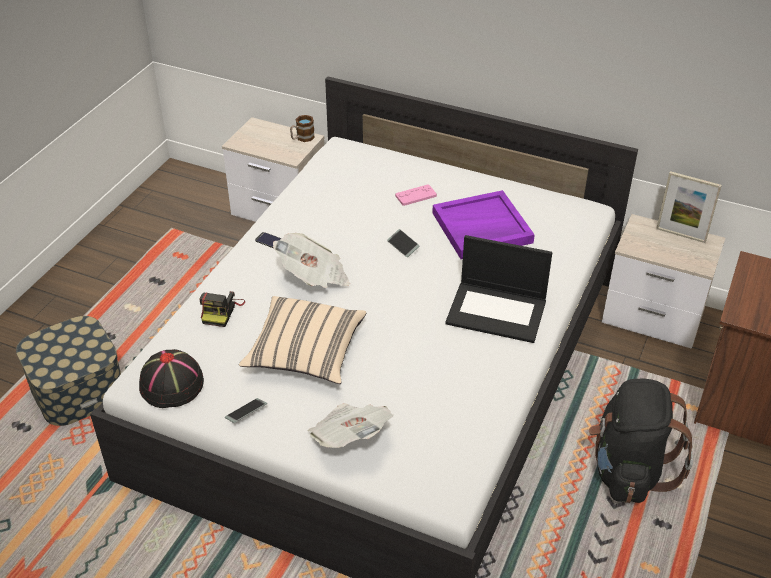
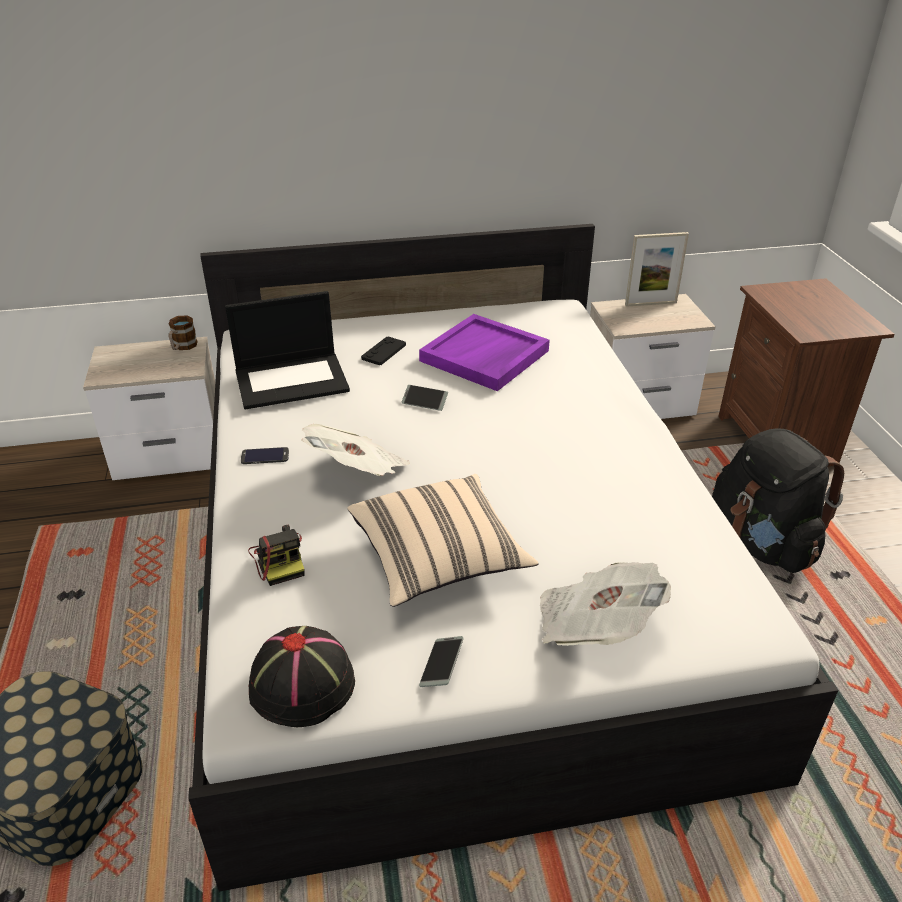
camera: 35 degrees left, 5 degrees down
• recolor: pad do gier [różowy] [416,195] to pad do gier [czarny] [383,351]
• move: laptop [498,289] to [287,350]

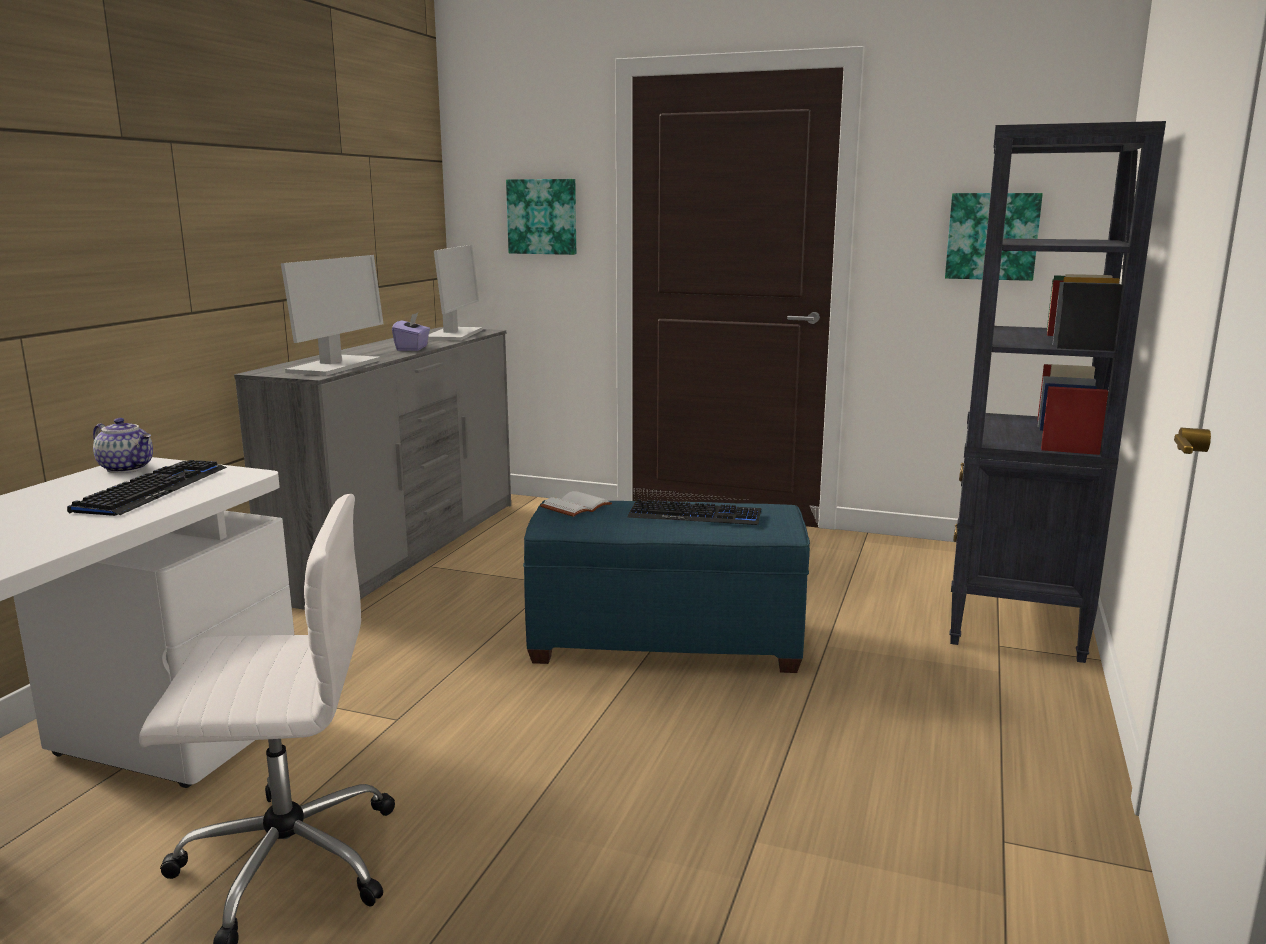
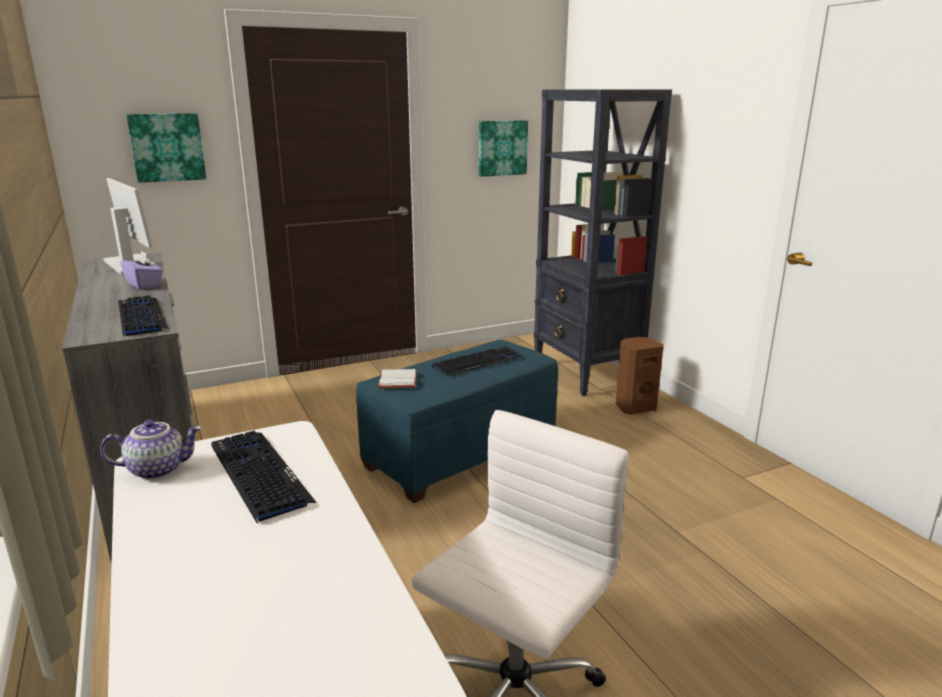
camera: 45 degrees left, 5 degrees up
• replace: monitor [332,315] to klawiatura [143,315]
• insert: głośnik [brązowy] [640,376]

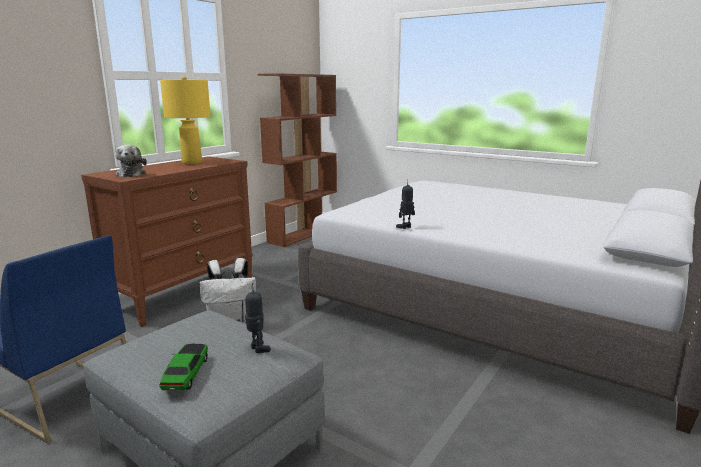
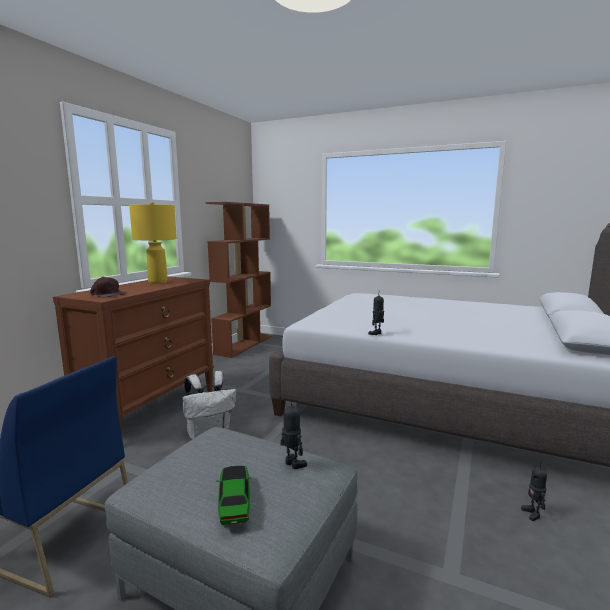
camera: 10 degrees left, 5 degrees down
• replace: pluszak [131,161] to czapka z daszkiem [brązowy] [107,287]
• insert: robot zabawkowy [534,492]

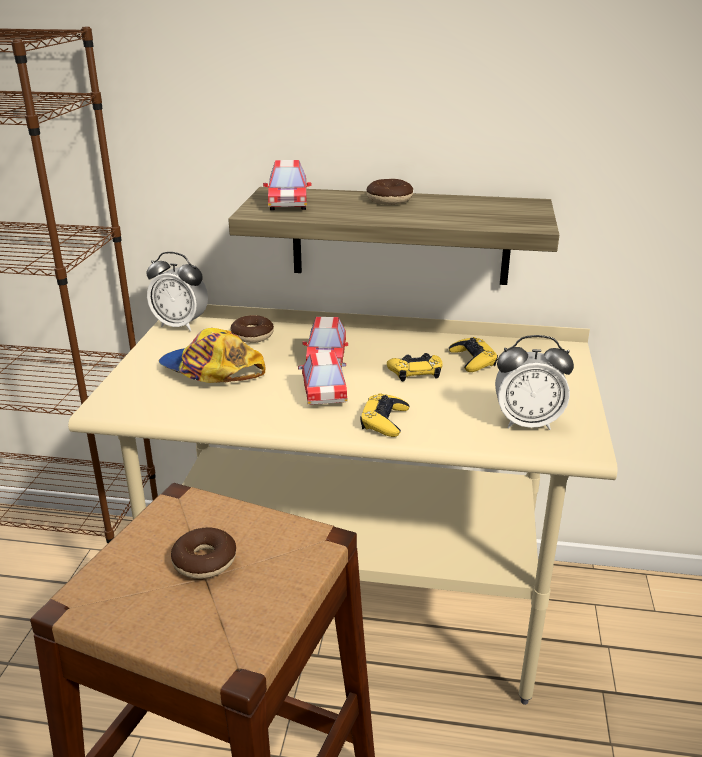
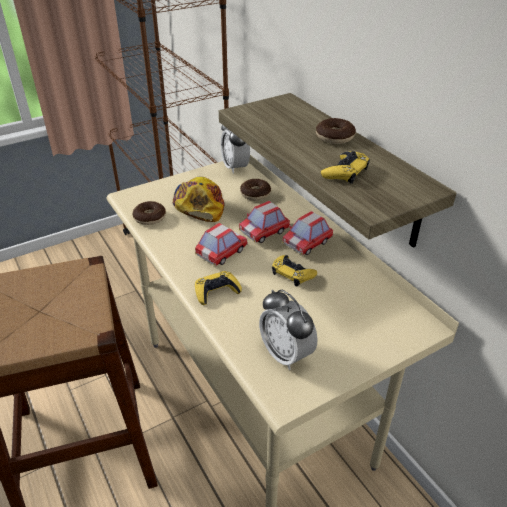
camera: 50 degrees right, 10 degrees up
• move: donut [203,553] to [149,213]
• move: samochodzik [287,185] to [307,233]
• move: pad do gier [żółty] [473,354] to [345,167]

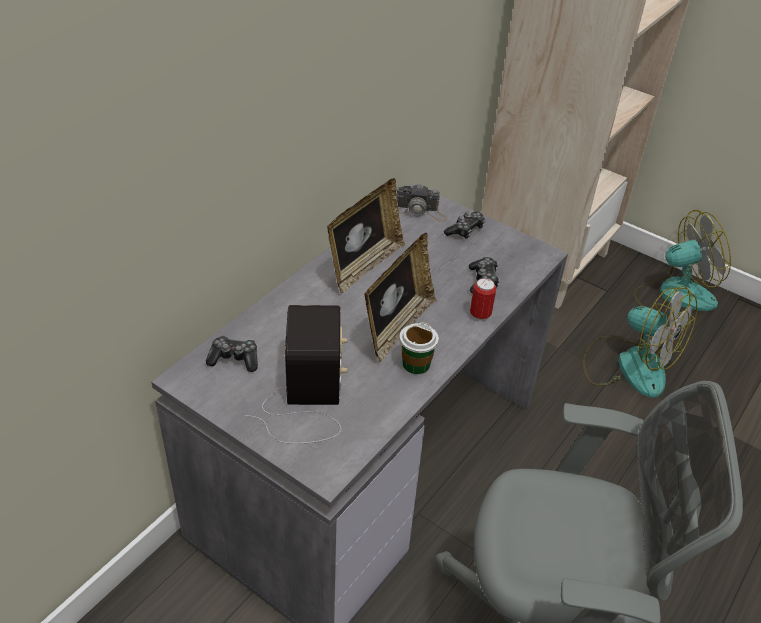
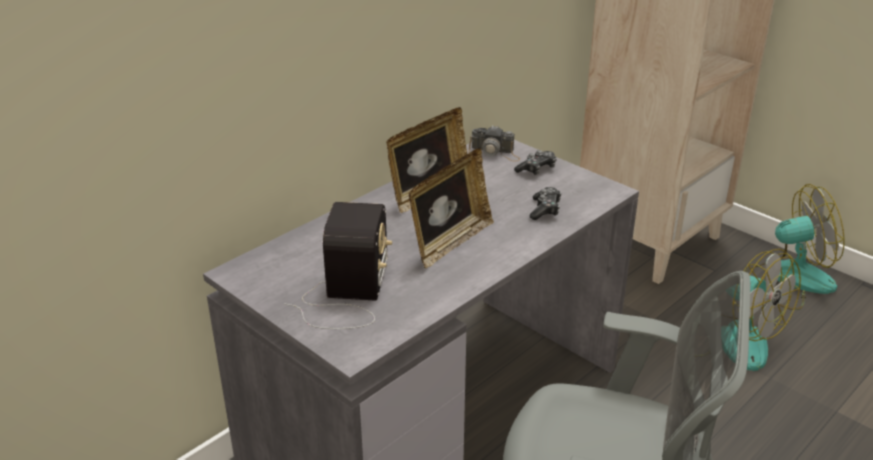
camera: 10 degrees right, 10 degrees down
• delete: pad do gier [232,354]
• delete: filiżanka [419,348]
• delete: puszka [483,299]

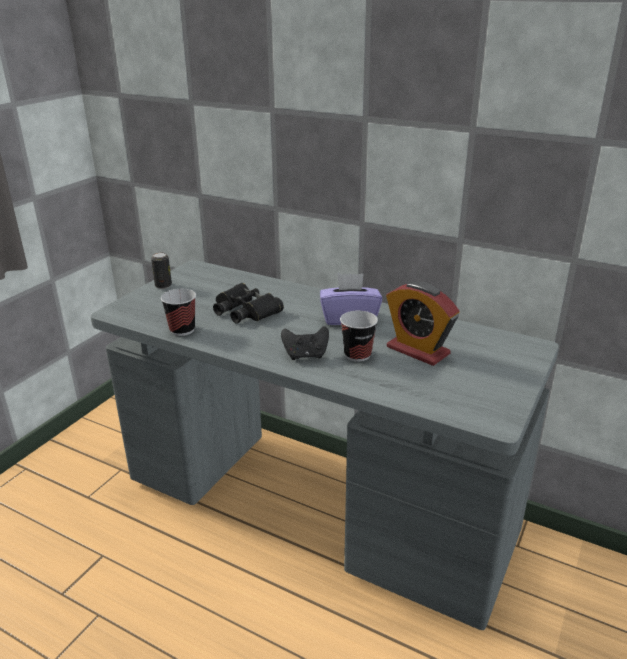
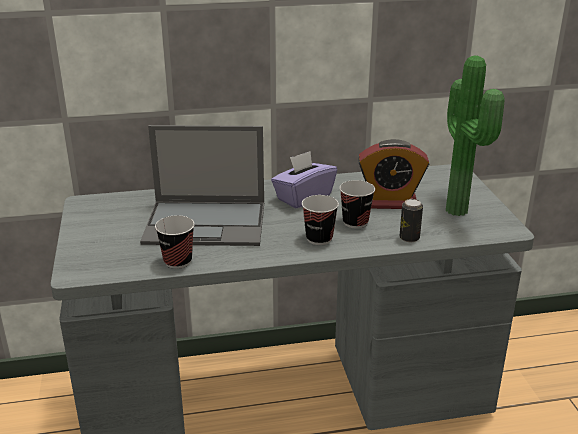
camera: 40 degrees left, 0 degrees up
• move: puszka [161,270] to [411,220]
• replace: lornetka [czarny] [248,303] to laptop [202,185]
• replace: pad do gier [czarny] [305,343] to filiżanka [320,220]
• insert: roślina doniczkowa [475,135]

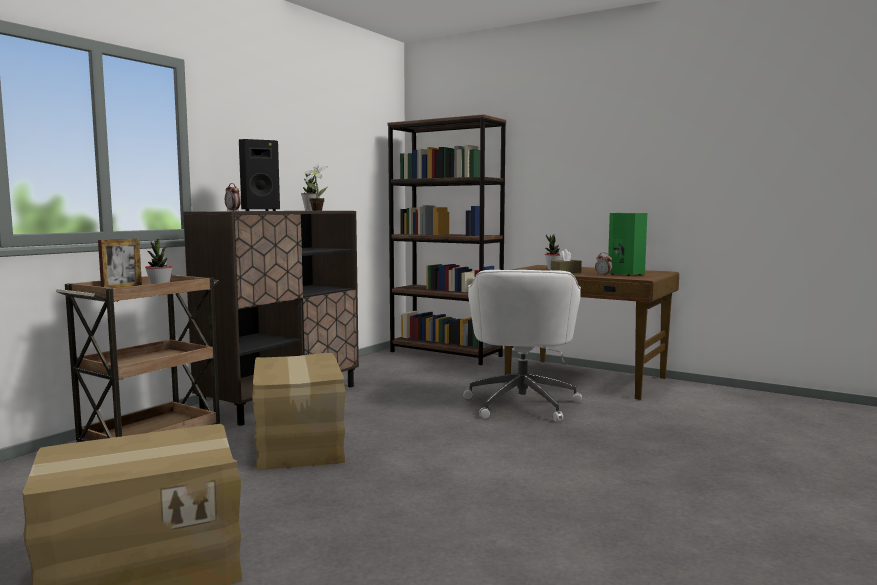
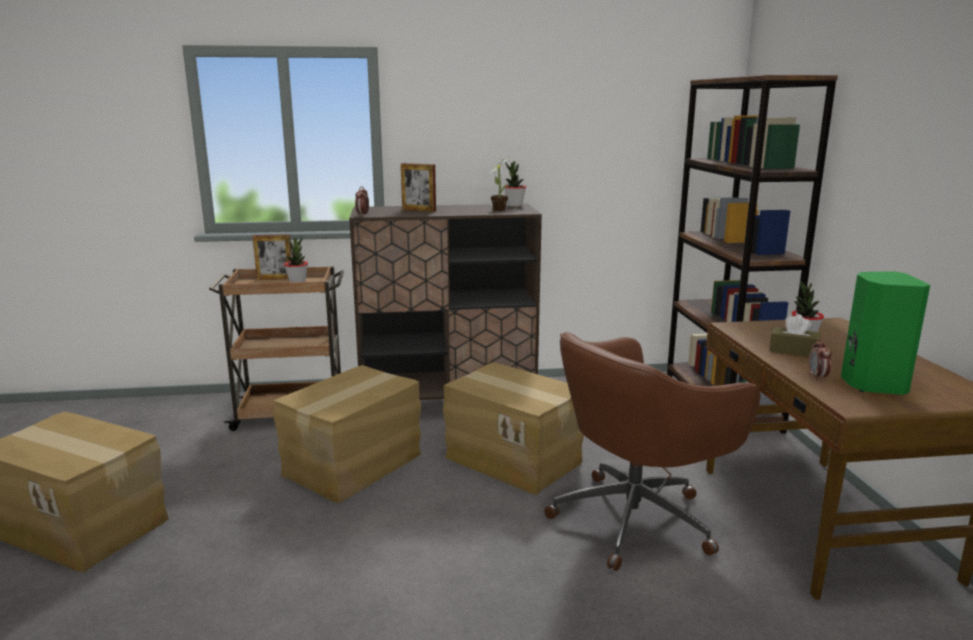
camera: 50 degrees right, 10 degrees up
• replace: głośnik [czarny] [259,175] to ramka na zdjęcie [418,187]
• recolor: krzesło biurowe [biały] [522,346] to krzesło biurowe [brązowy] [652,451]
• insert: karton [513,428]

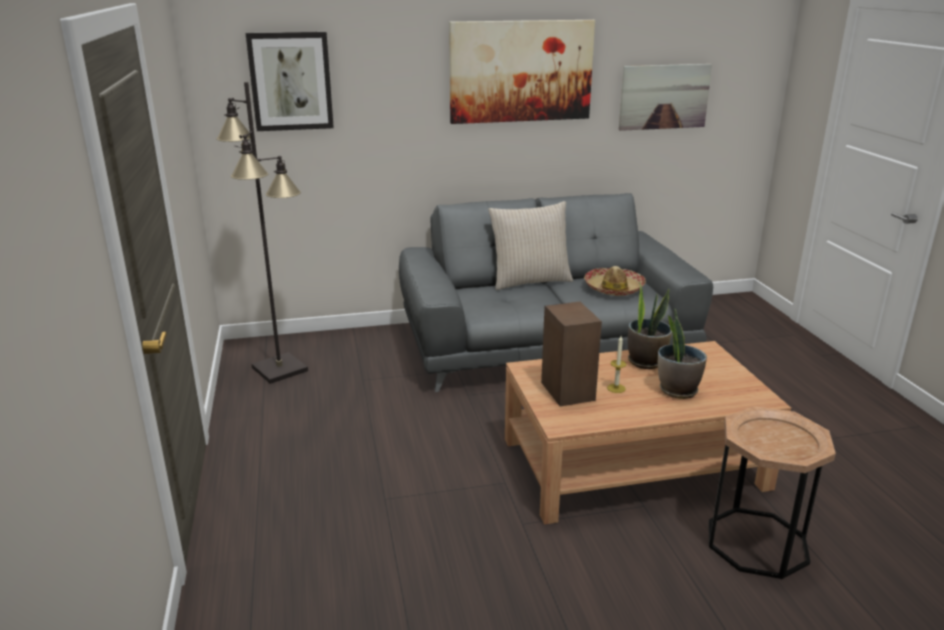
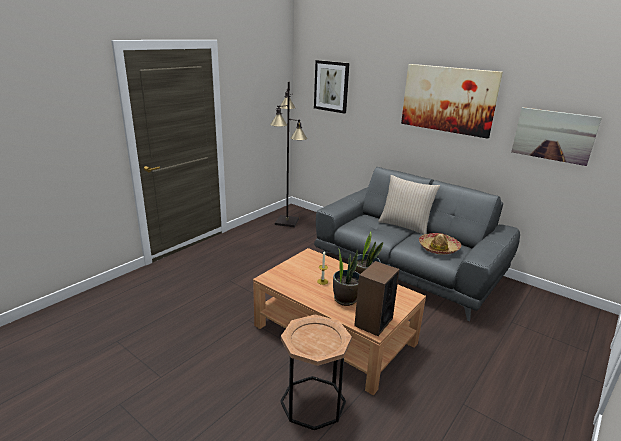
camera: 50 degrees right, 0 degrees up
• move: głośnik [571,354] to [377,298]

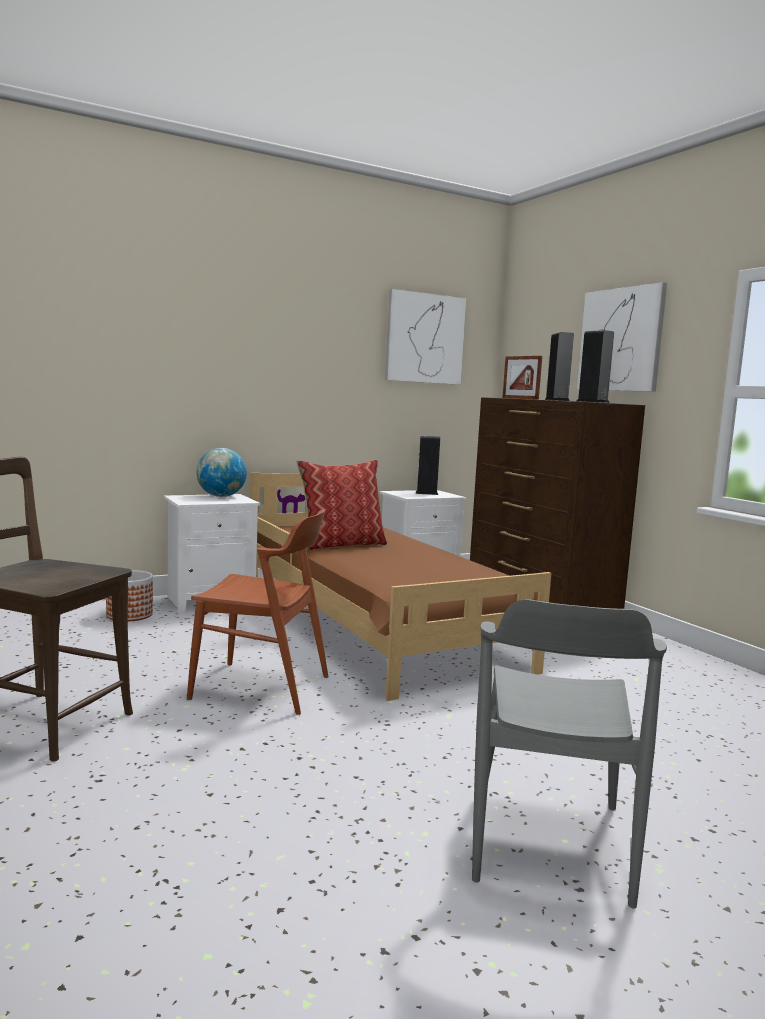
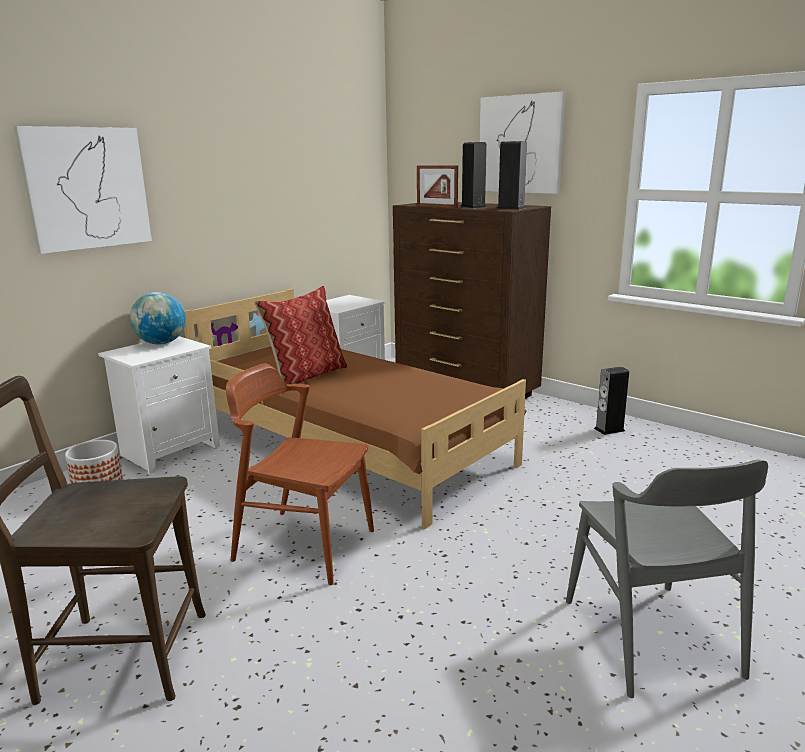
camera: 20 degrees left, 10 degrees up
• rotate: krzesło [brązowy] [257,612] = [300,474] 150 degrees counterclockwise
• move: obraz [425,337] to [83,190]
• move: głośnik [428,465] to [611,401]

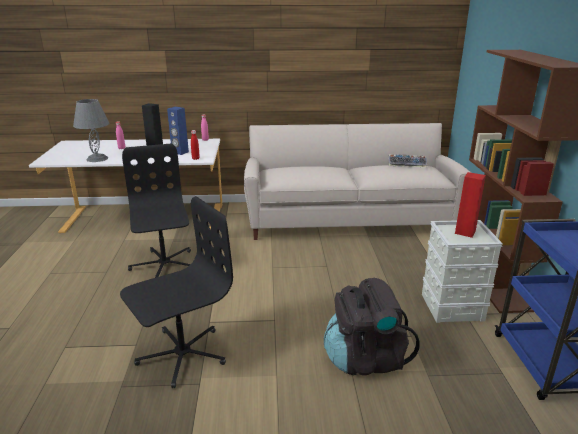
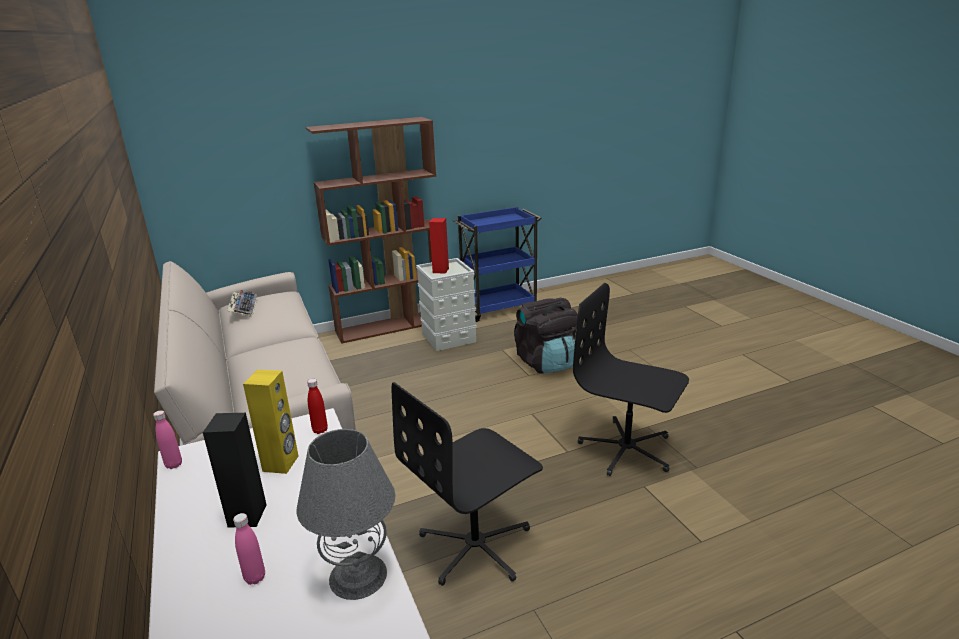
camera: 110 degrees left, 0 degrees up
• recolor: głośnik [niebieski] [178,131] to głośnik [żółty] [270,422]

